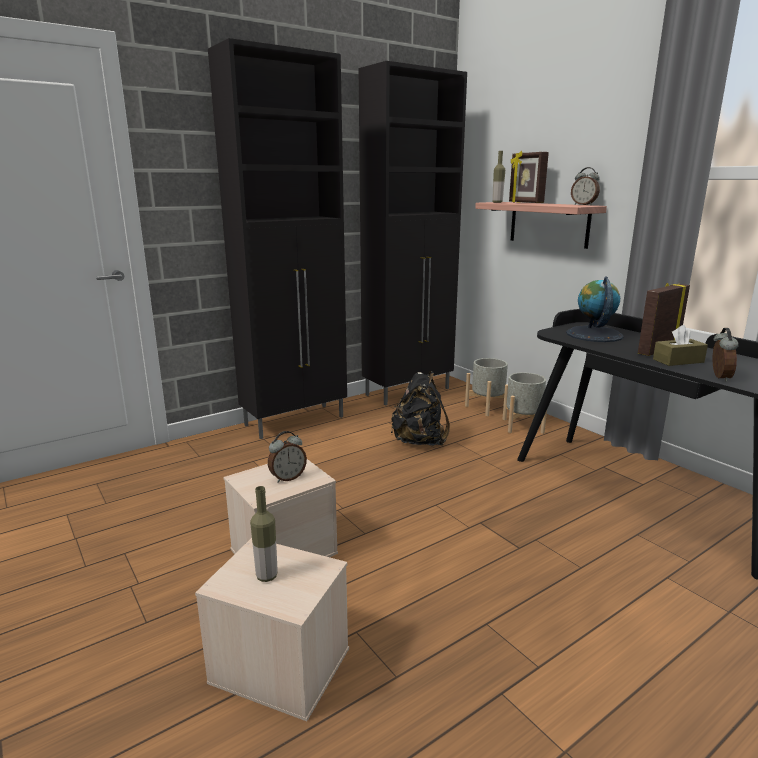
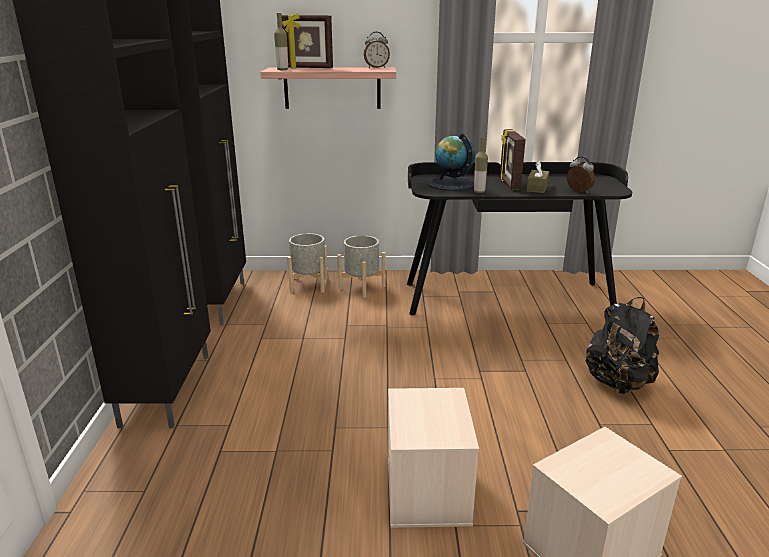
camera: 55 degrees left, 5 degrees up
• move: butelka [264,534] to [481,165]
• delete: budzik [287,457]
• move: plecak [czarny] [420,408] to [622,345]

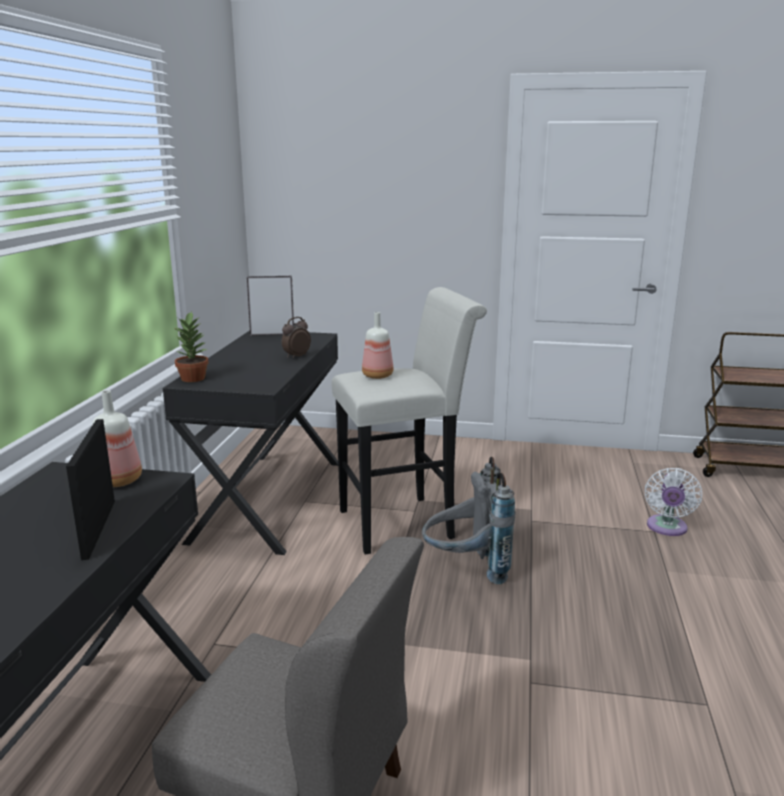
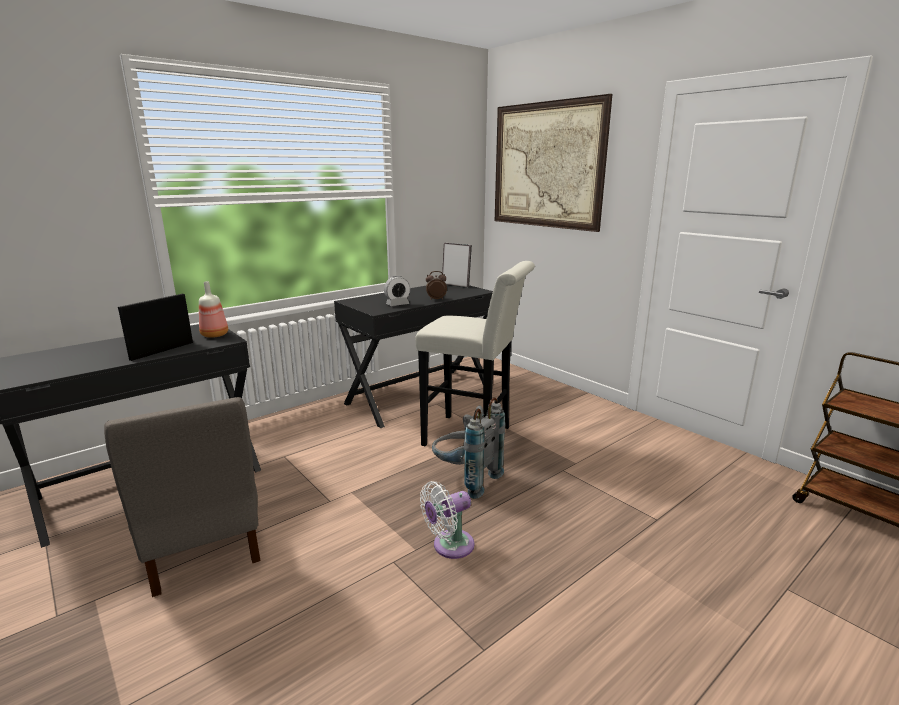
camera: 40 degrees right, 0 degrees up
• delete: roślina doniczkowa [191,346]
• delete: butelka [377,345]
• move: wentylator [biały] [673,502] to [447,520]
• insert: budzik [397,291]
• insert: obraz [554,163]

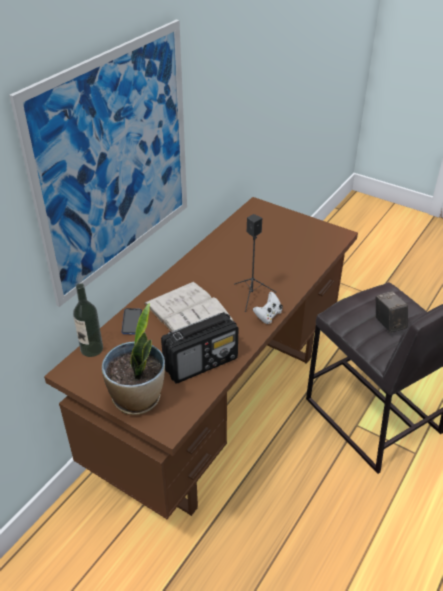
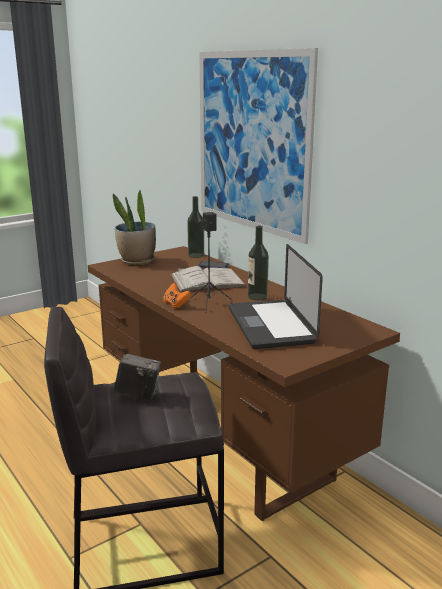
camera: 110 degrees right, 20 degrees down
• delete: radio [199,348]
• recolor: pad do gier [biały] [268,308] to pad do gier [pomarańczowy] [177,295]
• insert: laptop [275,296]
• insert: butelka [258,263]

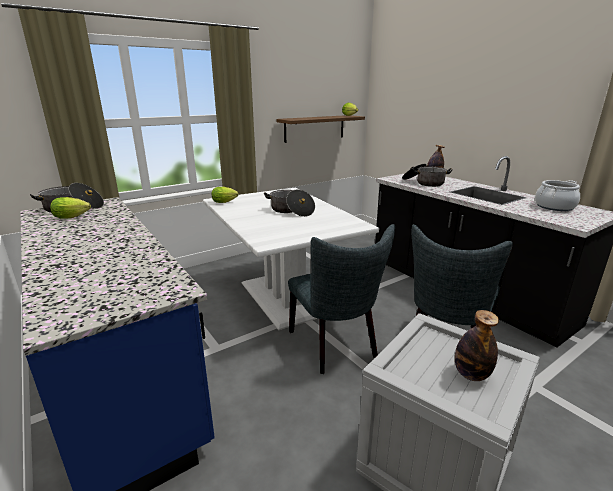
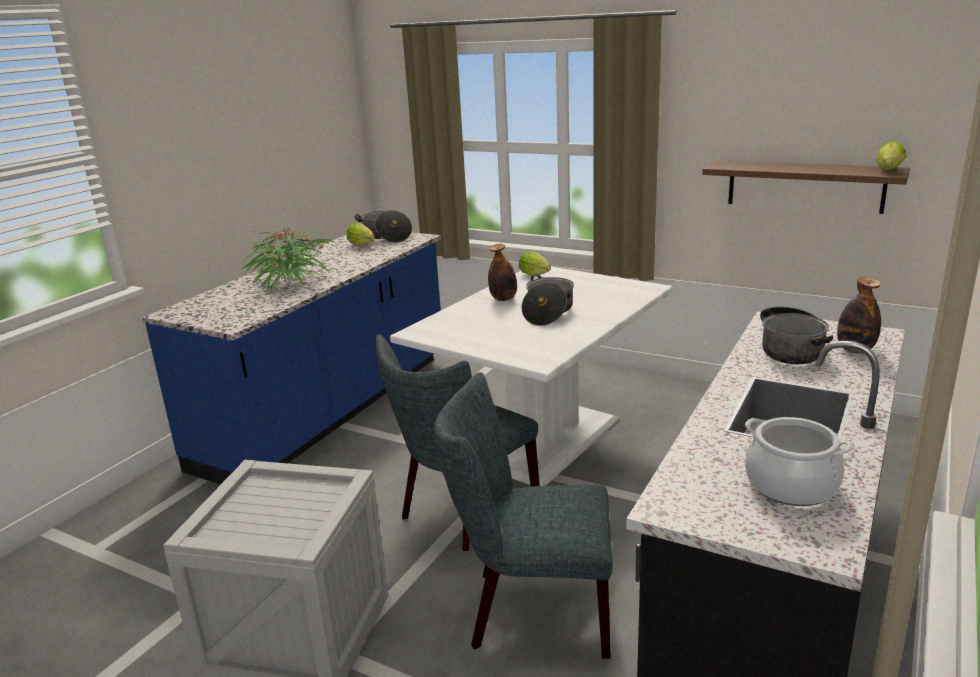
camera: 65 degrees right, 0 degrees up
• move: butelka [477,345] to [502,272]
• insert: roślina doniczkowa [288,259]

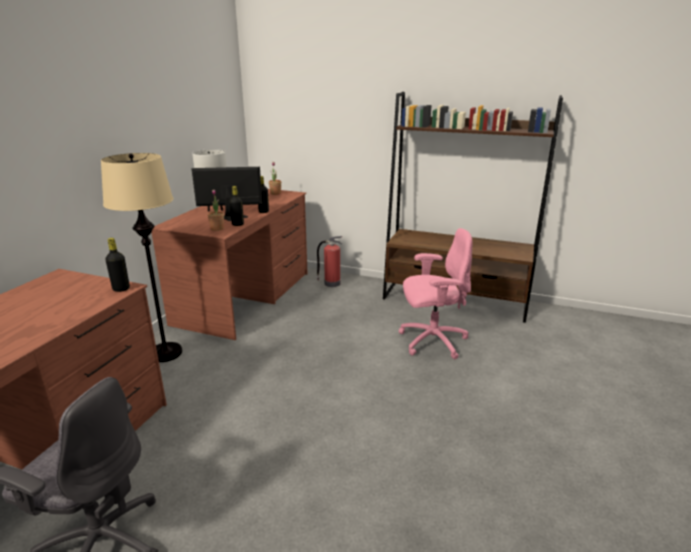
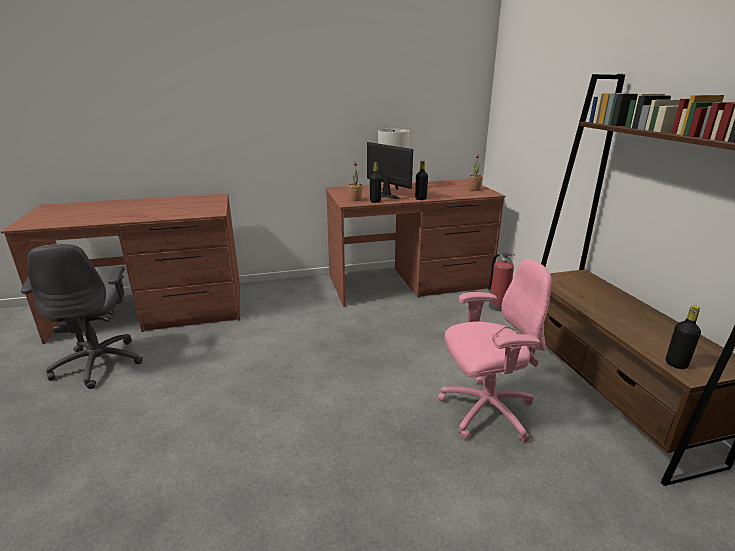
camera: 55 degrees right, 0 degrees up
• delete: lampa stojąca [beżowy] [141,257]
• move: butelka [czarny] [117,265] to [683,337]
• rotate: krzesło biurowe [różowy] [435,293] = [495,351] 60 degrees counterclockwise

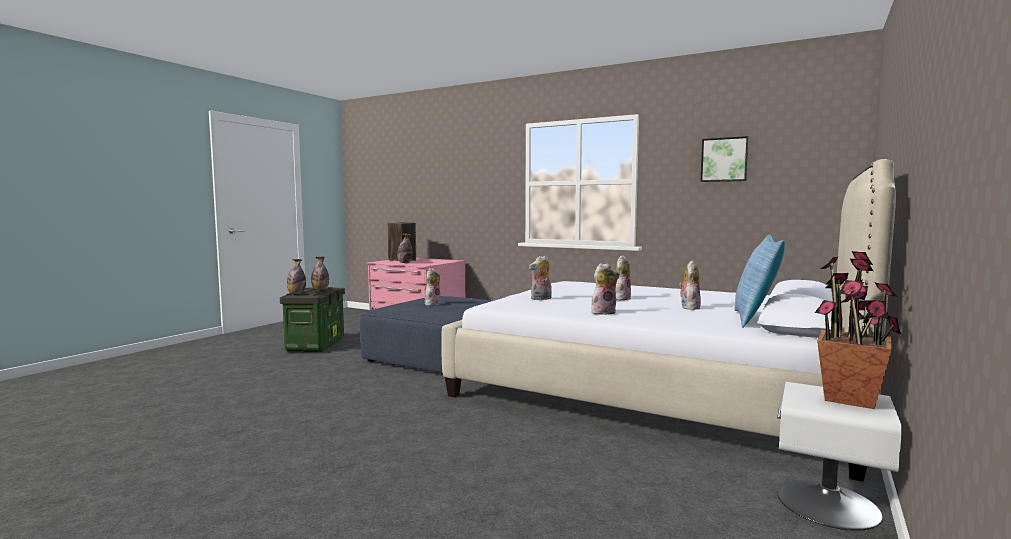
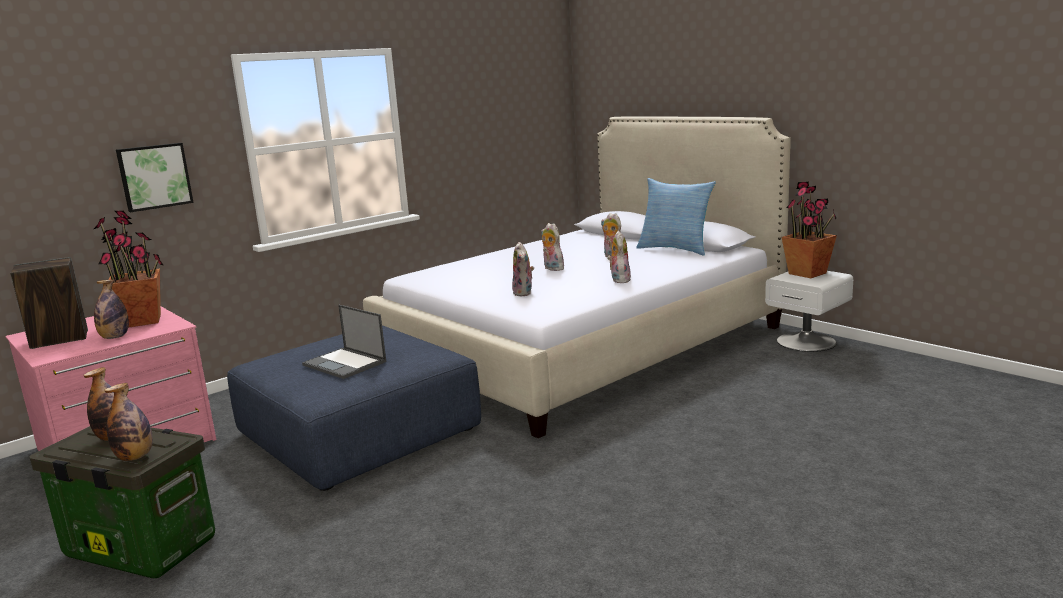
camera: 70 degrees left, 10 degrees up
• replace: pluszak [432,287] to laptop [344,342]
• move: obraz [724,159] to [155,177]
• insert: roślina doniczkowa [128,269]

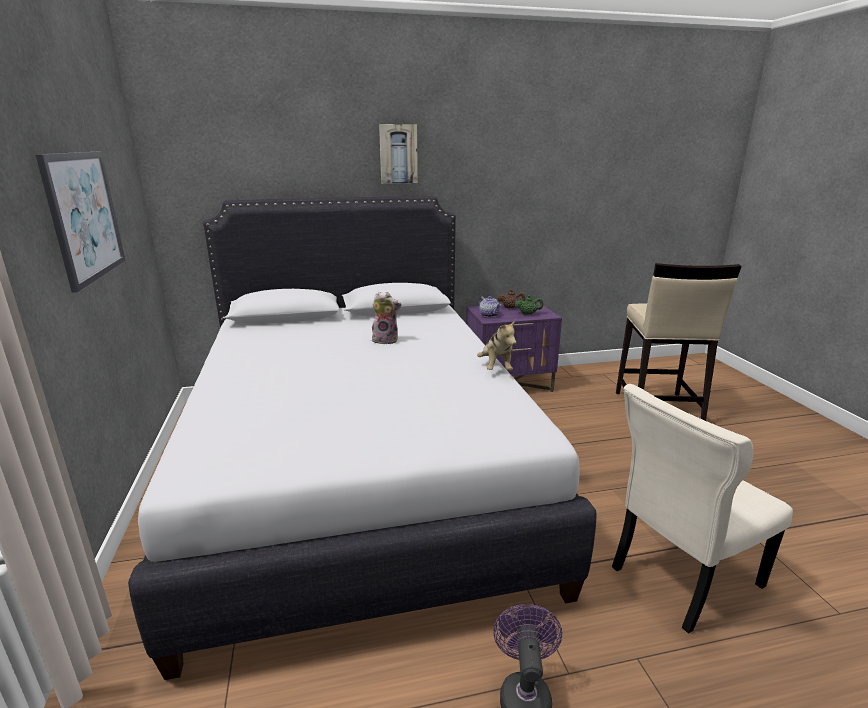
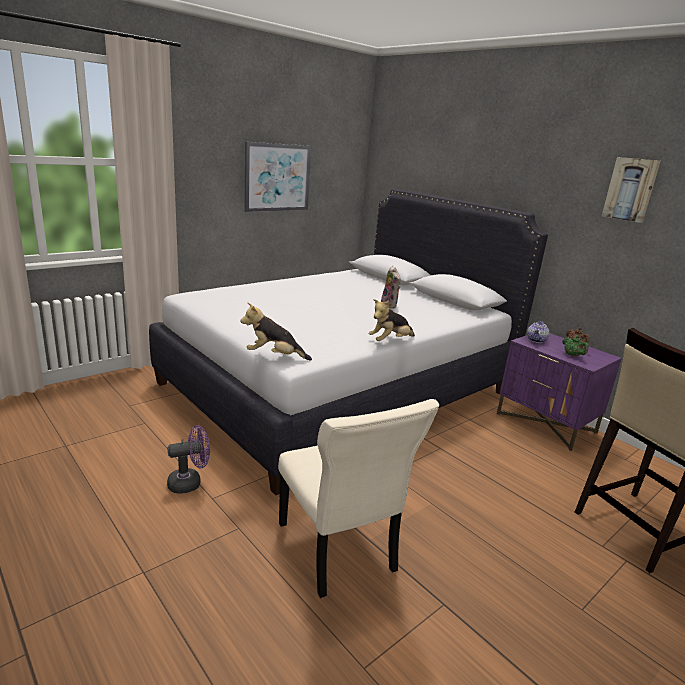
camera: 60 degrees right, 0 degrees up
• move: obraz [398,154] to [631,190]
• rotate: krzesło [beżowy] [702,509] = [358,498] 150 degrees counterclockwise
• insert: pluszak [276,332]

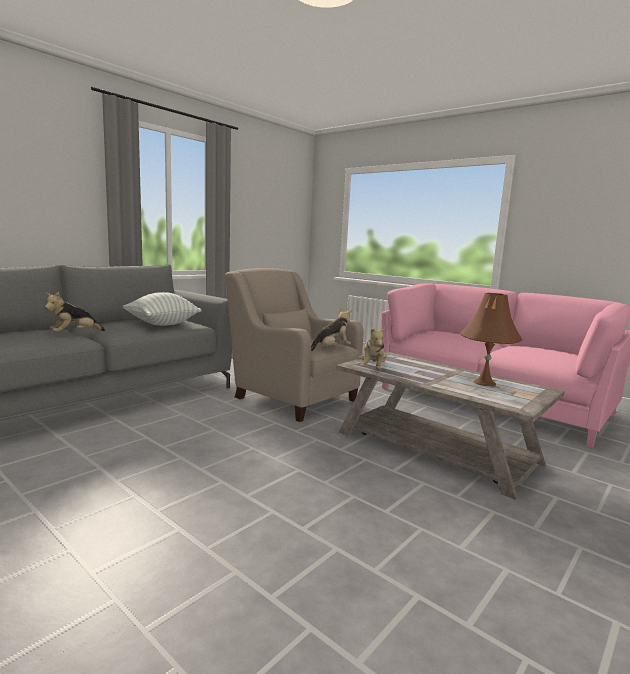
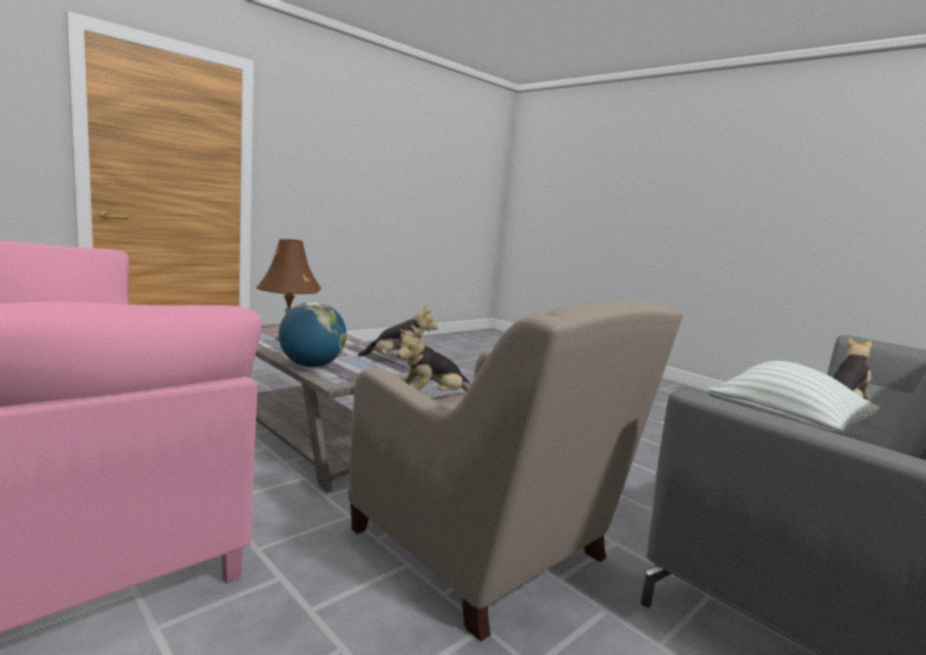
camera: 175 degrees left, 0 degrees up
• rotate: pluszak [373,348] = [398,330] 90 degrees clockwise
• insert: globus [313,334]

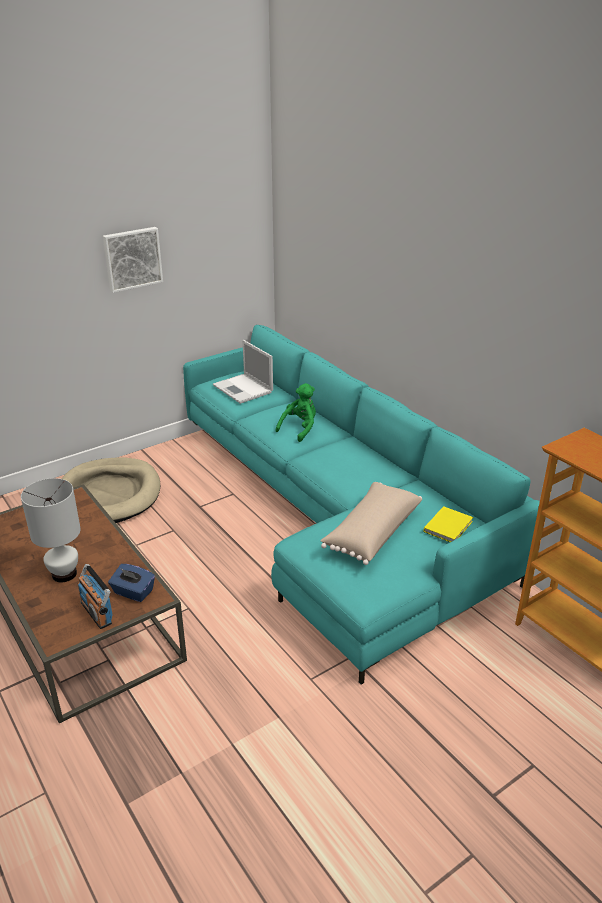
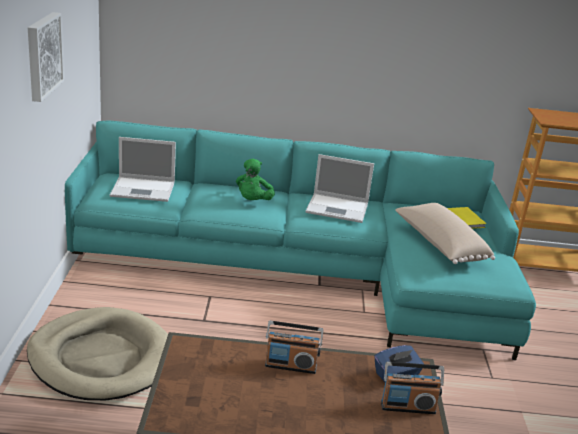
camera: 55 degrees left, 5 degrees down
• delete: lampa stołowa [biały] [51,530]
• rotate: pluszak [zielony] [295,412] = [255,179] 150 degrees counterclockwise
• insert: radio [294,347]
• insert: laptop [340,188]

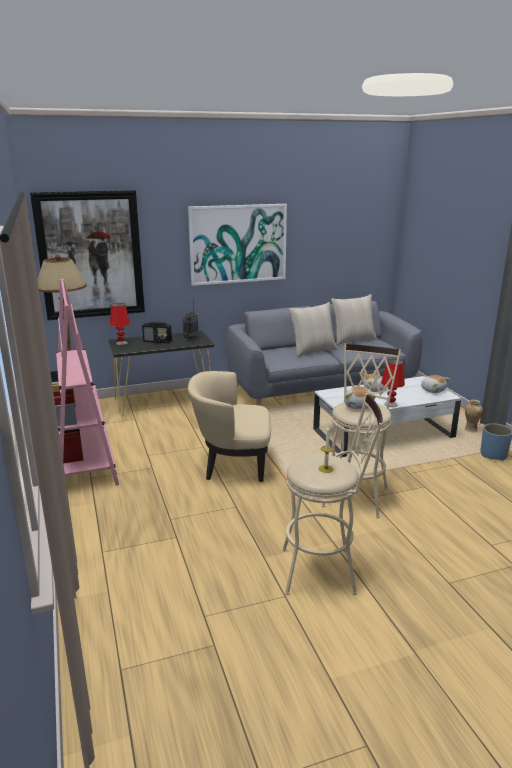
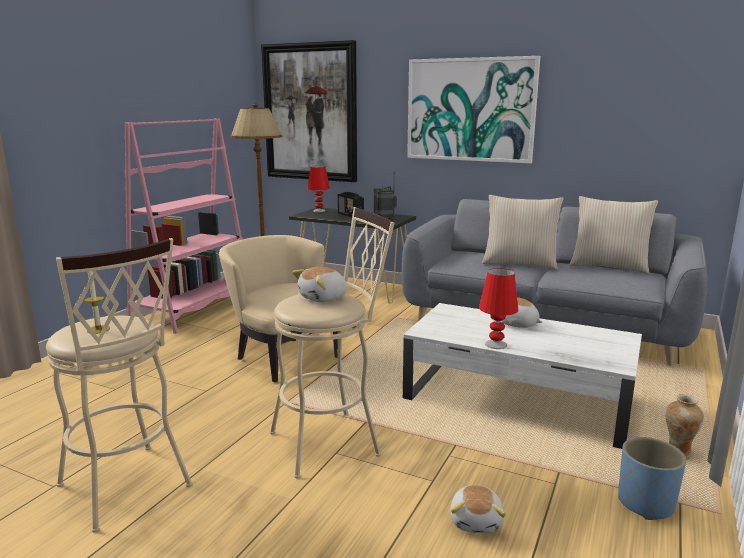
camera: 45 degrees right, 5 degrees down
• move: pluszak [435,384] to [478,509]

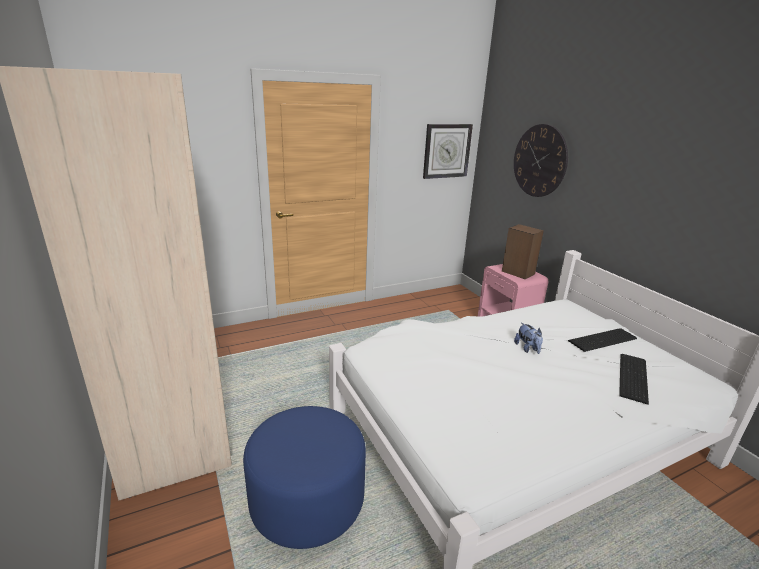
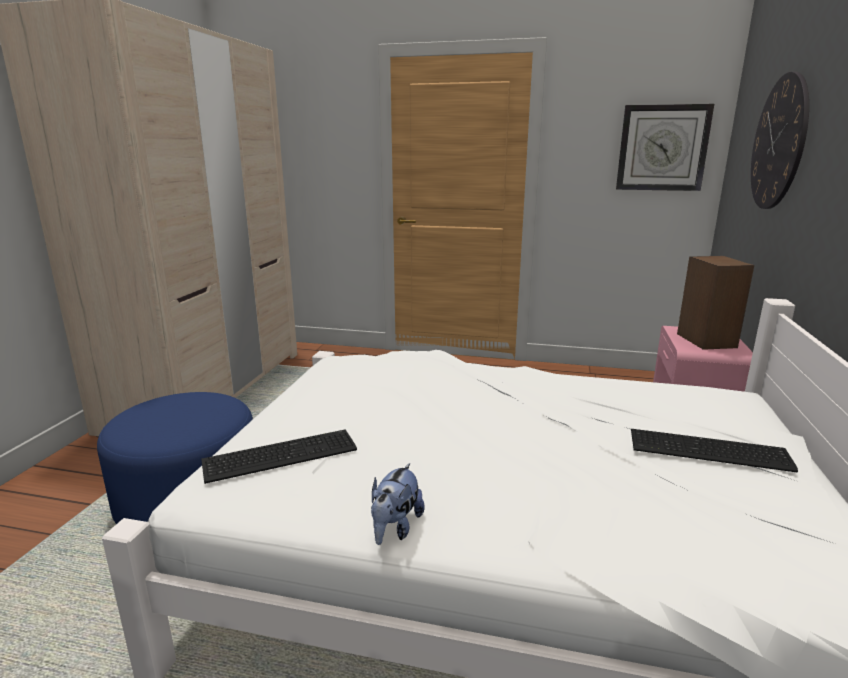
camera: 40 degrees right, 5 degrees down
• move: pluszak [528,338] to [397,504]
• move: klawiatura [634,379] to [279,456]

